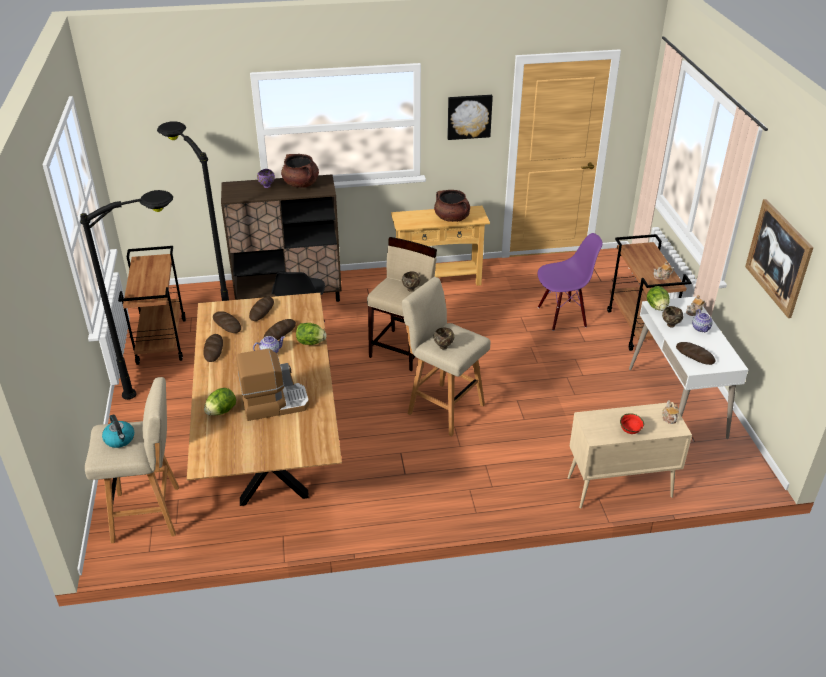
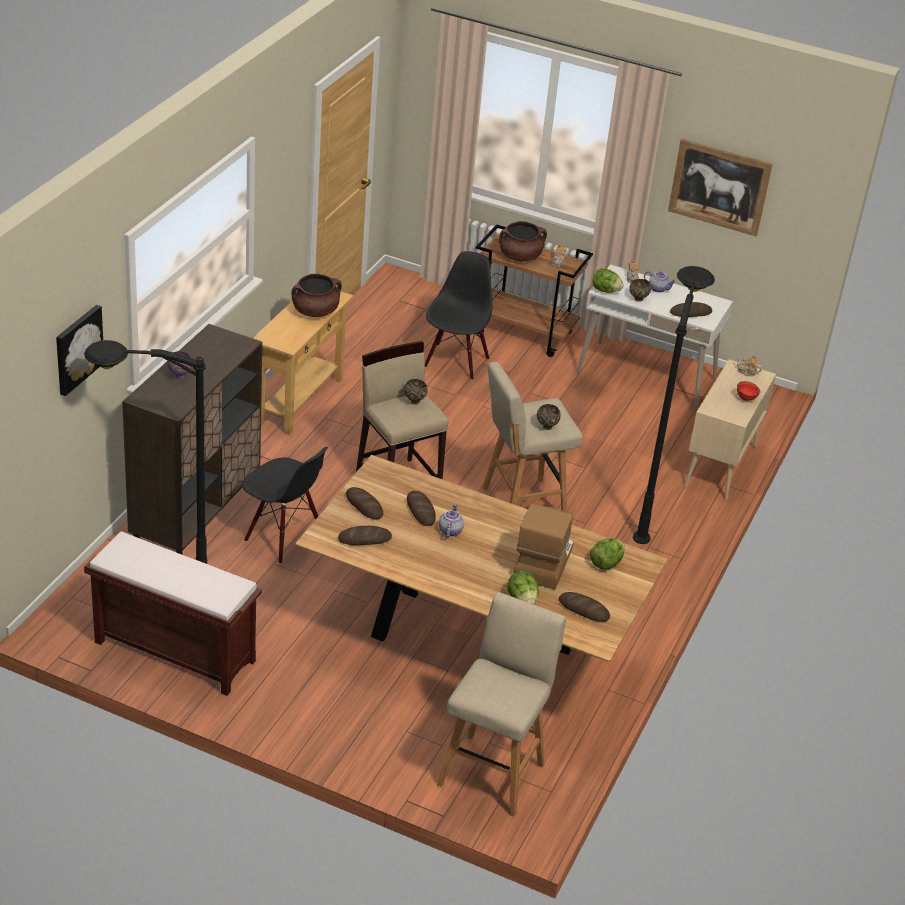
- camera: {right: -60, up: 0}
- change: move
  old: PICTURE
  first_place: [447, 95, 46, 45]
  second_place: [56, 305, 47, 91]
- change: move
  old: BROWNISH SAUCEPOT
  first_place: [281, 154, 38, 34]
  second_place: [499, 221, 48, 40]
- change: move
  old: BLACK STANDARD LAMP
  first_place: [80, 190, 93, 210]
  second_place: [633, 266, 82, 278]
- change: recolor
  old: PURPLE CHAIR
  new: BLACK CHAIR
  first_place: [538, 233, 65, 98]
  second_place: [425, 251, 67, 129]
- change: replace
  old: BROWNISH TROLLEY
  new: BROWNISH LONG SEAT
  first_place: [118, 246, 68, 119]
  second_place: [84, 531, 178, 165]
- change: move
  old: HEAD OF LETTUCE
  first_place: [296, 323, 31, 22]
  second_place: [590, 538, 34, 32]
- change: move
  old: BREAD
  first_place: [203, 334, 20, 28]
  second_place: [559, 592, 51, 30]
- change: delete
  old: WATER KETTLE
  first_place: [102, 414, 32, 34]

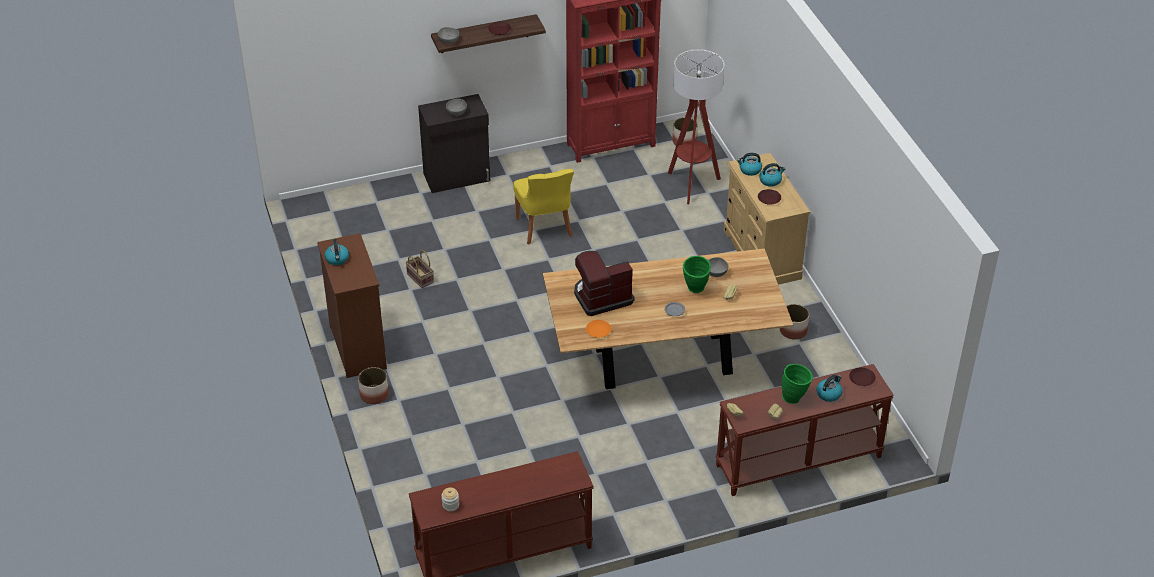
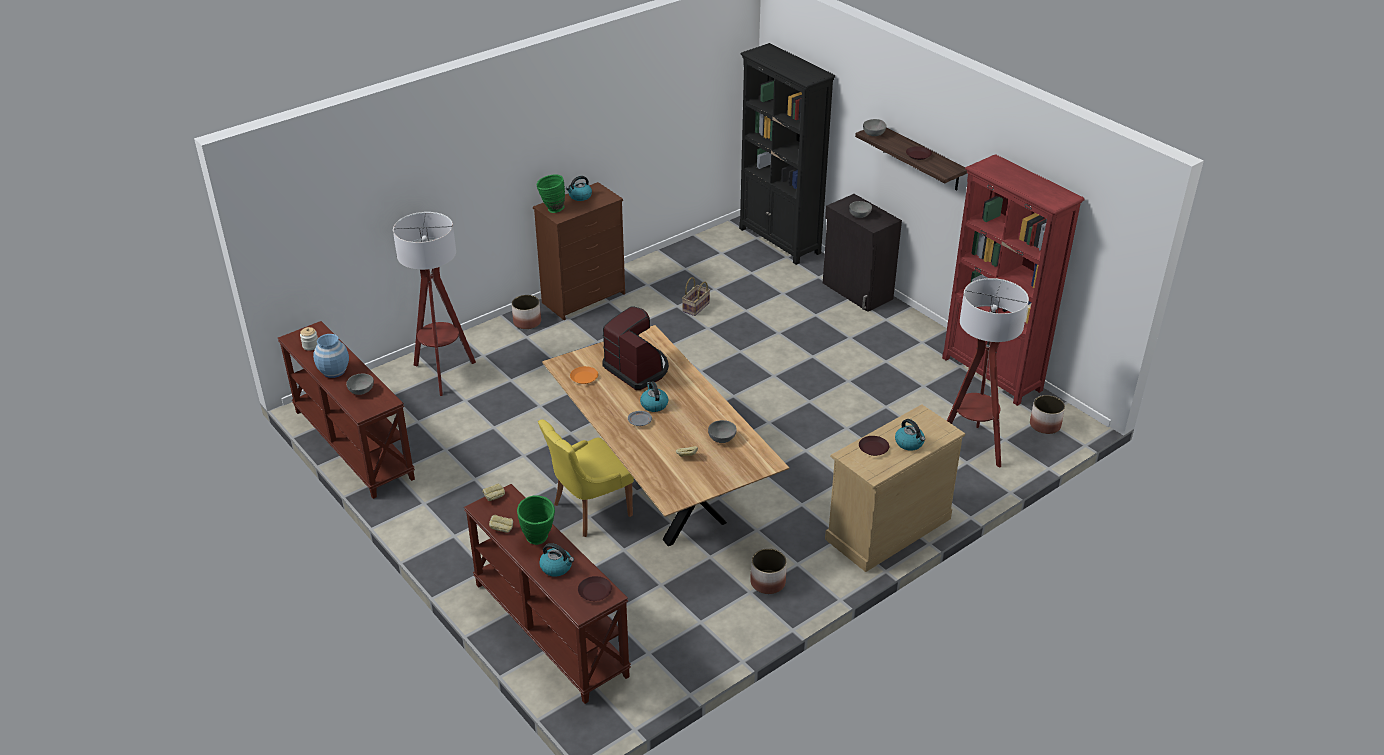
- camera: {right: 70, up: -5}
- change: move
  old: WATER KETTLE
  first_place: [737, 153, 25, 23]
  second_place: [640, 381, 28, 31]
- change: move
  old: YELLOW-COLOURED CHAIR
  first_place: [513, 169, 61, 76]
  second_place: [538, 419, 96, 118]
- change: move
  old: GREEN VASE
  first_place: [683, 256, 28, 37]
  second_place: [537, 174, 28, 39]
- change: insert
  new: BLACK BOOKCASE
  second_place: [739, 43, 96, 222]
- change: insert
  new: STANDARD LAMP
  second_place: [393, 212, 83, 184]
- change: insert
  new: BLUE VASE
  second_place: [313, 334, 36, 44]
- change: insert
  new: GREY DEEP DISH
  second_place: [346, 374, 28, 21]

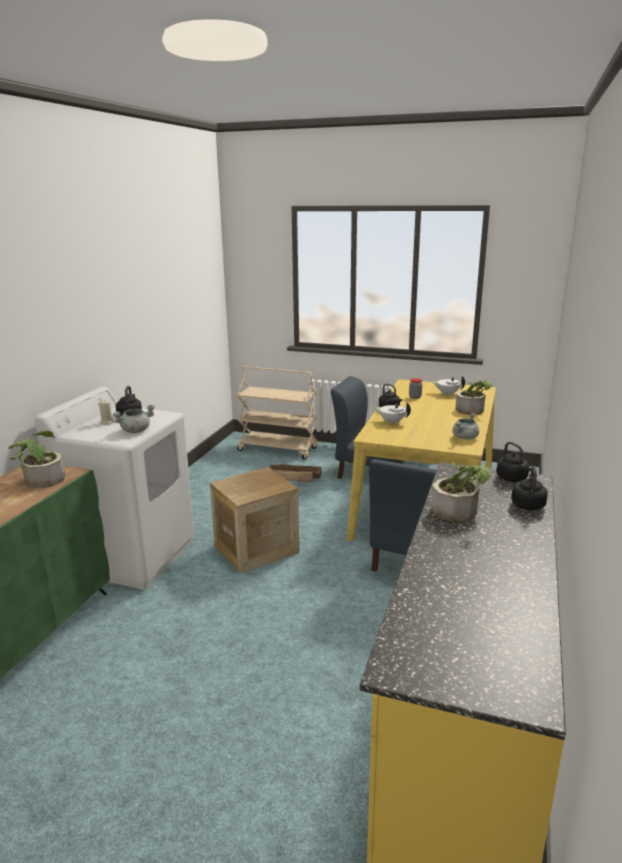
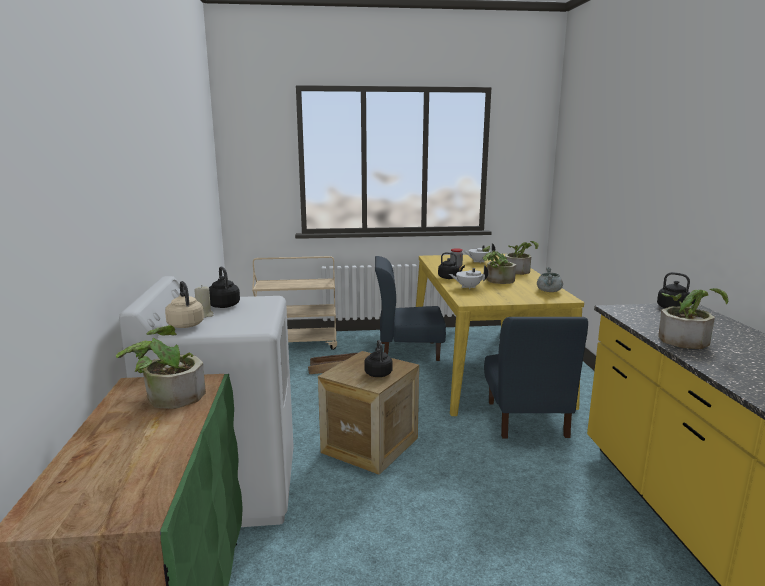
- camera: {right: -25, up: -5}
- change: delete
  old: GREY SAUCEPOT
  first_place: [113, 405, 42, 28]
- change: move
  old: BLACK WATER KETTLE
  first_place: [511, 466, 37, 44]
  second_place: [364, 340, 29, 37]
- change: insert
  new: PLANT IN A POT
  second_place: [482, 246, 34, 38]
- change: insert
  new: BEIGE-COLOURED WATER KETTLE
  second_place: [165, 281, 39, 47]

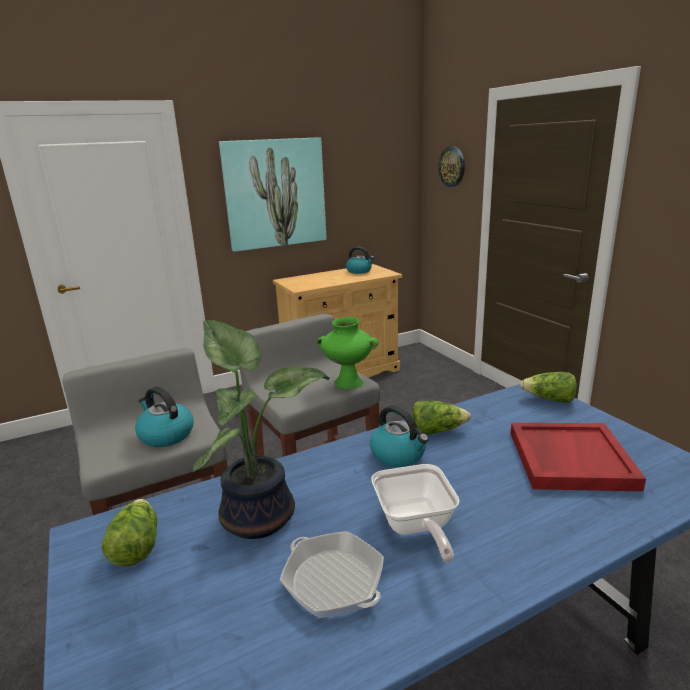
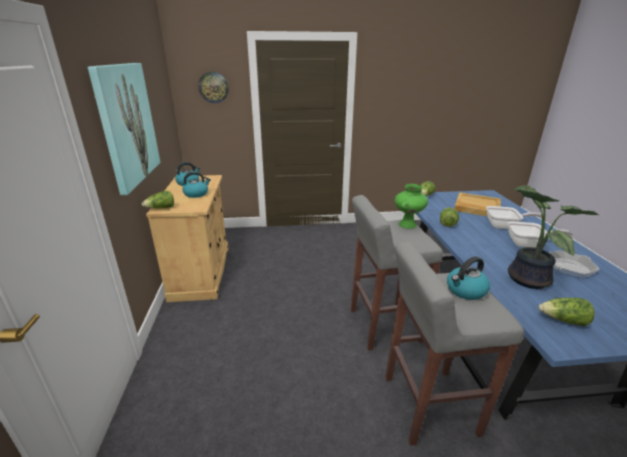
- camera: {right: -70, up: 5}
- change: move
  old: WATER KETTLE
  first_place: [370, 405, 59, 62]
  second_place: [182, 172, 29, 26]
- change: recolor
  old: RED SERVING TRAY
  new: BEIGE-COLOURED SERVING TRAY
  first_place: [510, 423, 136, 69]
  second_place: [454, 192, 47, 24]
- change: insert
  new: HEAD OF LETTUCE
  second_place: [142, 191, 32, 18]
- change: insert
  new: SKILLET
  second_place: [486, 206, 56, 23]

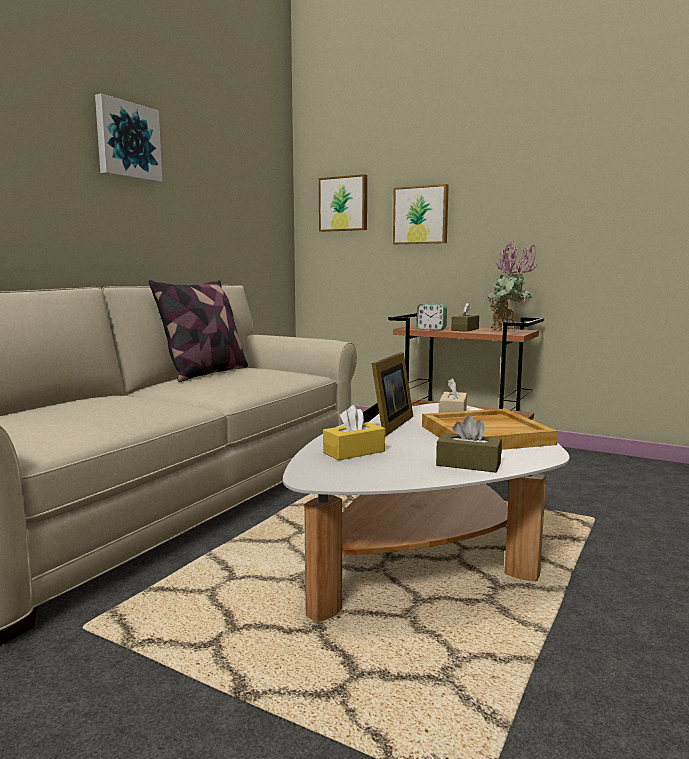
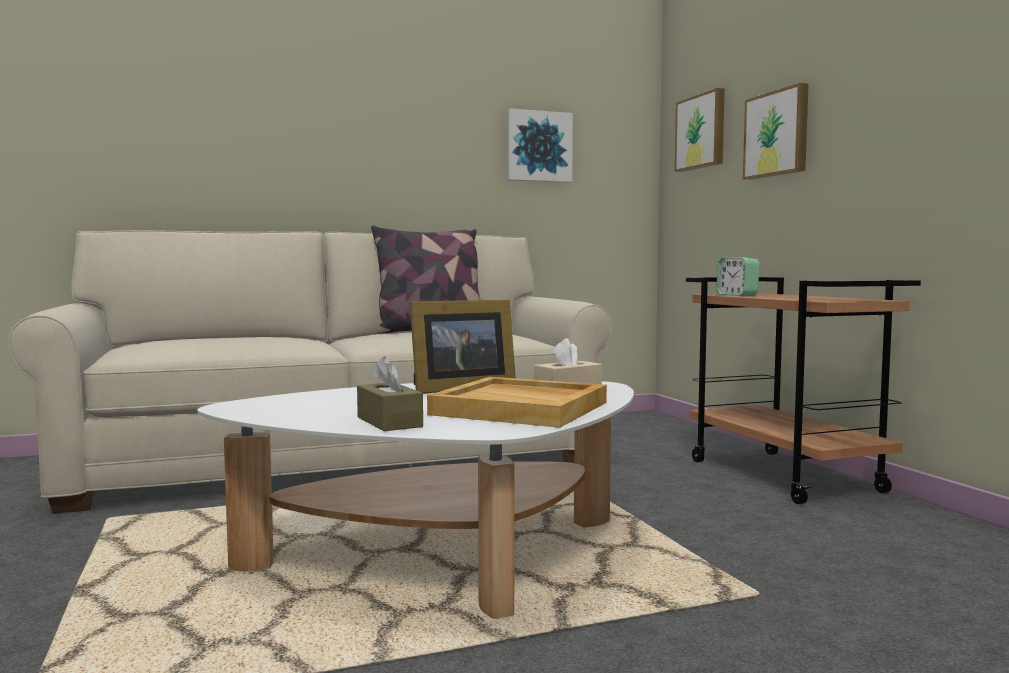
- camera: {right: 40, up: -5}
- change: move
  old: PICTURE
  first_place: [95, 93, 67, 89]
  second_place: [506, 108, 67, 75]
- change: delete
  old: PLANT IN A POT
  first_place: [486, 241, 51, 90]
- change: delete
  old: BROWNISH TISSUE BOX
  first_place: [451, 302, 28, 30]
- change: delete
  old: YELLOW-COLOURED TISSUE BOX
  first_place: [323, 405, 62, 55]

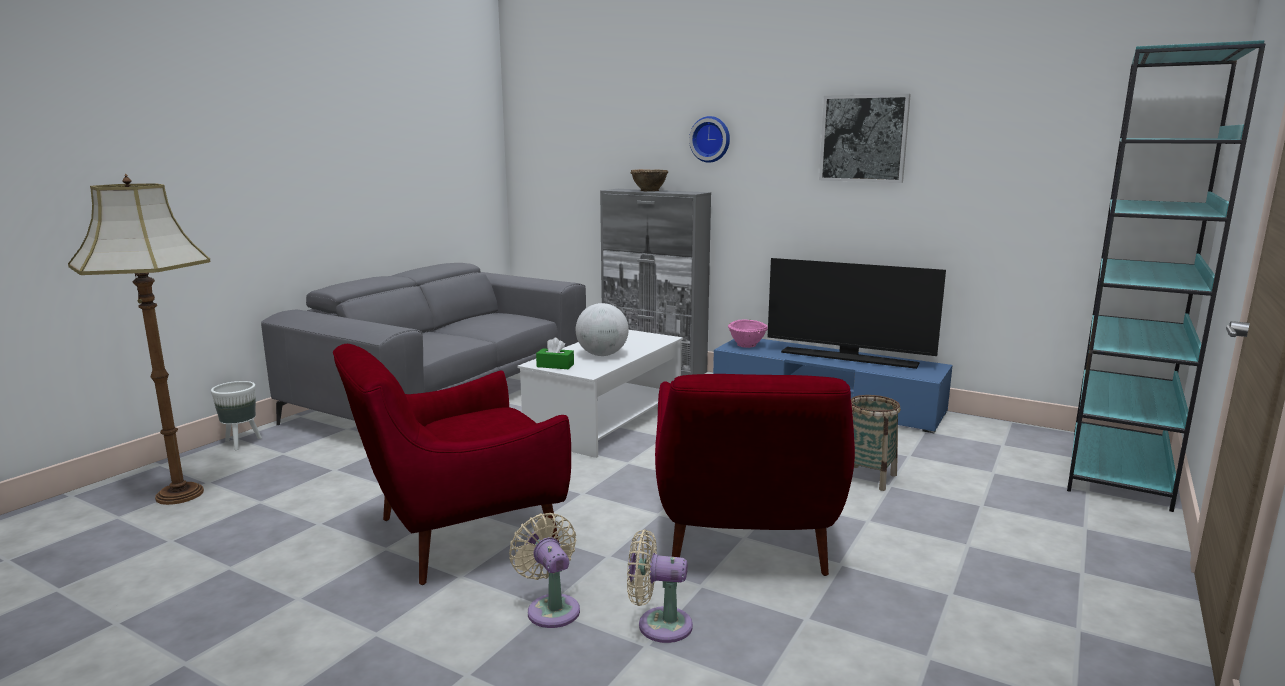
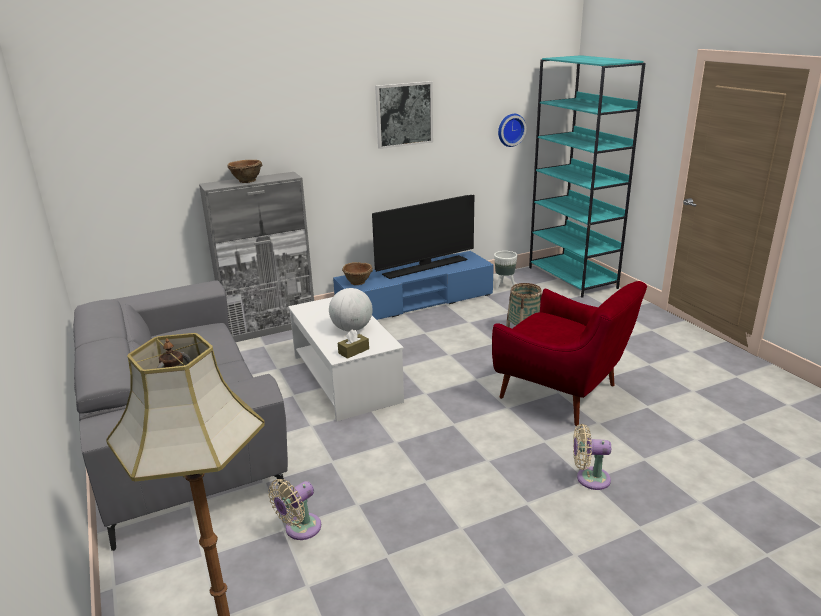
- camera: {right: -55, up: 10}
- change: move
  old: WALL CLOCK
  first_place: [689, 116, 41, 47]
  second_place: [498, 114, 28, 33]
- change: recolor
  old: PINK DEEP DISH
  new: BROWNISH DEEP DISH
  first_place: [728, 320, 40, 28]
  second_place: [342, 262, 31, 23]
- change: recolor
  old: GREEN TISSUE BOX
  new: BROWNISH TISSUE BOX
  first_place: [536, 338, 38, 31]
  second_place: [338, 329, 31, 30]
- change: delete
  old: RED LOUNGE CHAIR
  first_place: [333, 344, 238, 241]
- change: move
  old: WHITE PLANTER
  first_place: [211, 381, 51, 69]
  second_place: [494, 251, 23, 39]
- change: move
  old: BEIGE-COLOURED ELECTRIC FAN
  first_place: [627, 529, 66, 114]
  second_place: [268, 479, 53, 61]

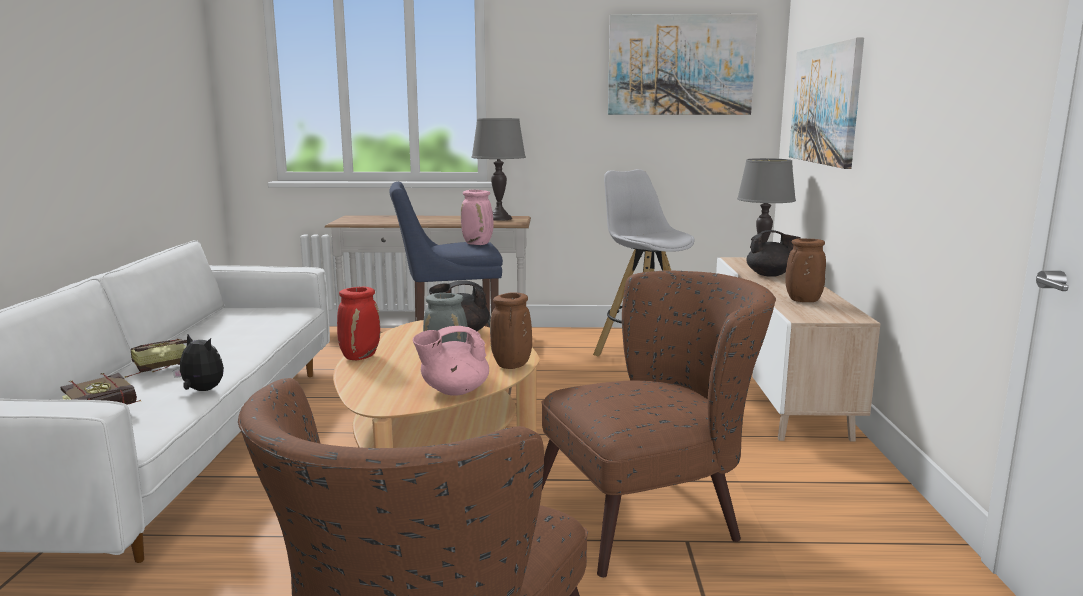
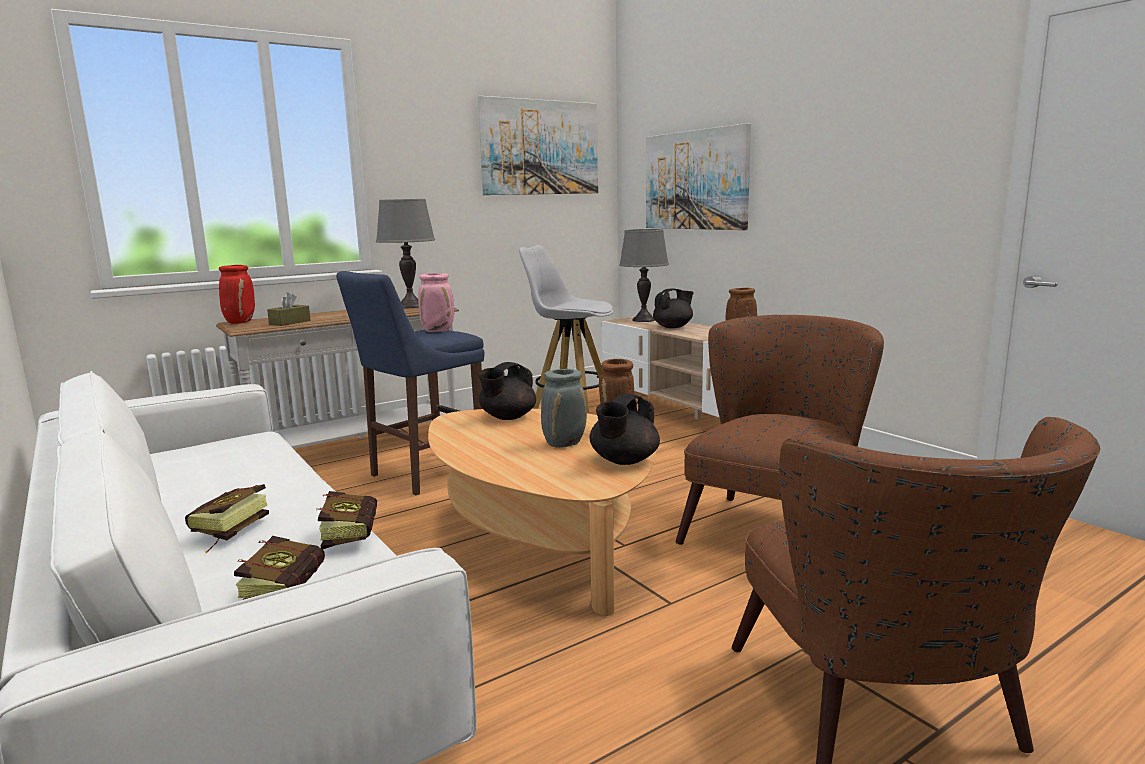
- camera: {right: -35, up: 0}
- change: move
  old: RED VASE
  first_place: [337, 287, 43, 73]
  second_place: [219, 265, 36, 59]
- change: recolor
  old: PINK TEA POT
  new: BLACK TEA POT
  first_place: [413, 326, 76, 70]
  second_place: [589, 394, 71, 71]
- change: replace
  old: SOFT TOY
  new: VOLUME
  first_place: [173, 335, 51, 56]
  second_place: [316, 491, 61, 58]
- change: insert
  new: BROWNISH TISSUE BOX
  second_place: [267, 292, 43, 34]

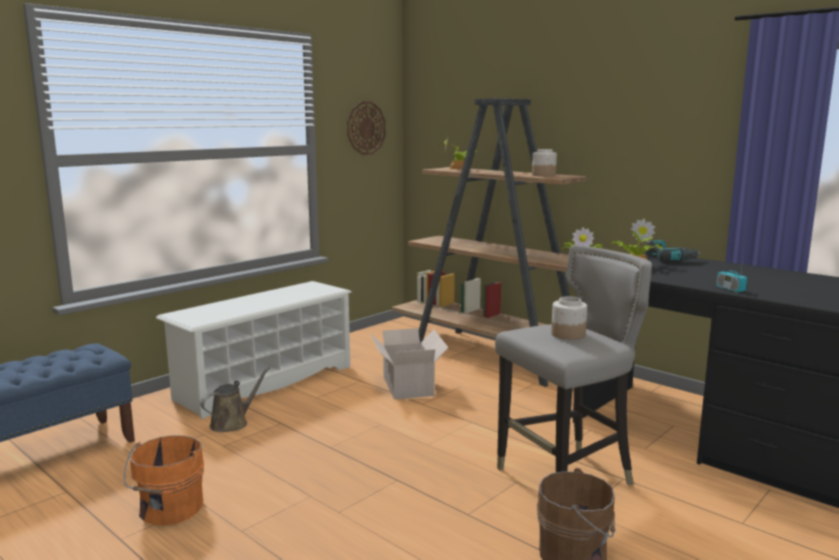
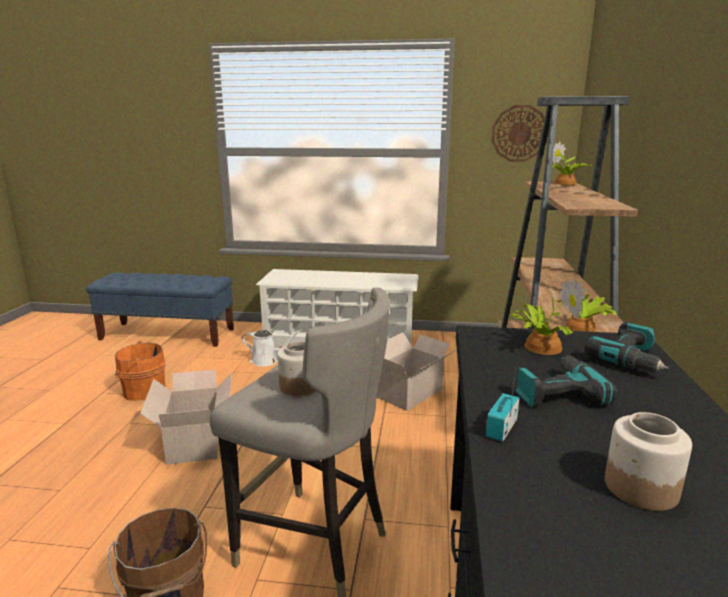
- camera: {right: 55, up: 5}
- change: move
  old: STORAGE JAR
  first_place: [532, 149, 25, 27]
  second_place: [605, 412, 87, 99]
- change: recolor
  old: BROWNISH WATERING POT
  new: WHITE WATERING POT
  first_place: [201, 367, 69, 65]
  second_place: [242, 329, 60, 37]
- change: insert
  new: DRILL
  second_place: [515, 355, 103, 52]
- change: insert
  new: CARDBOARD BOX
  second_place: [140, 370, 92, 95]

